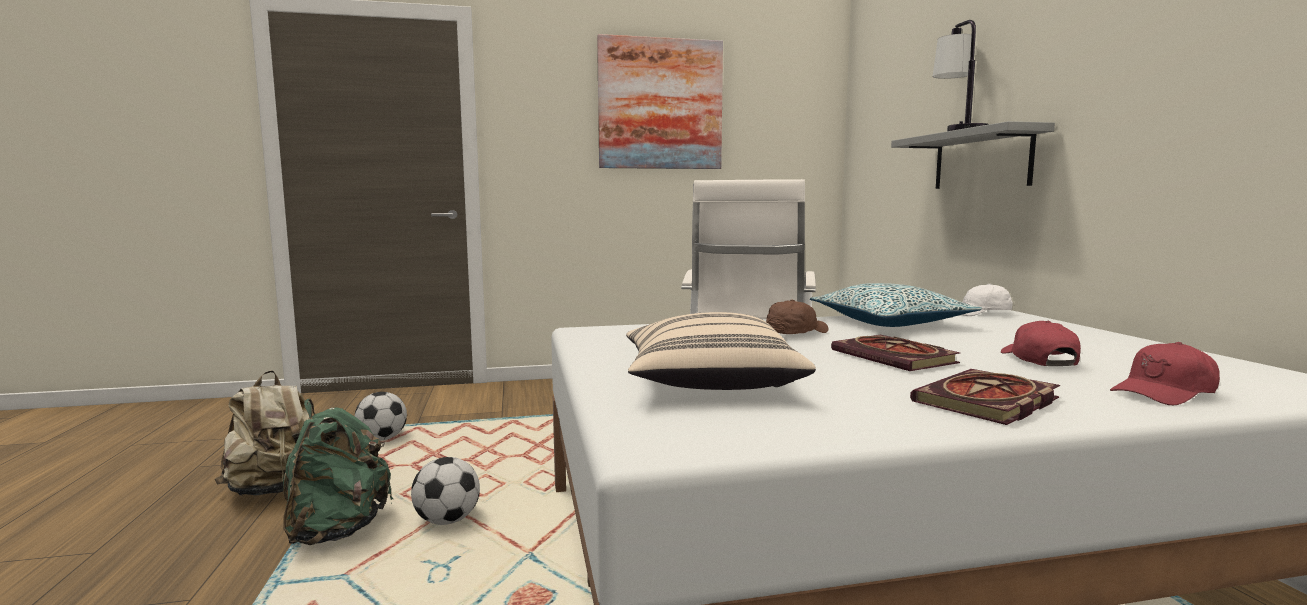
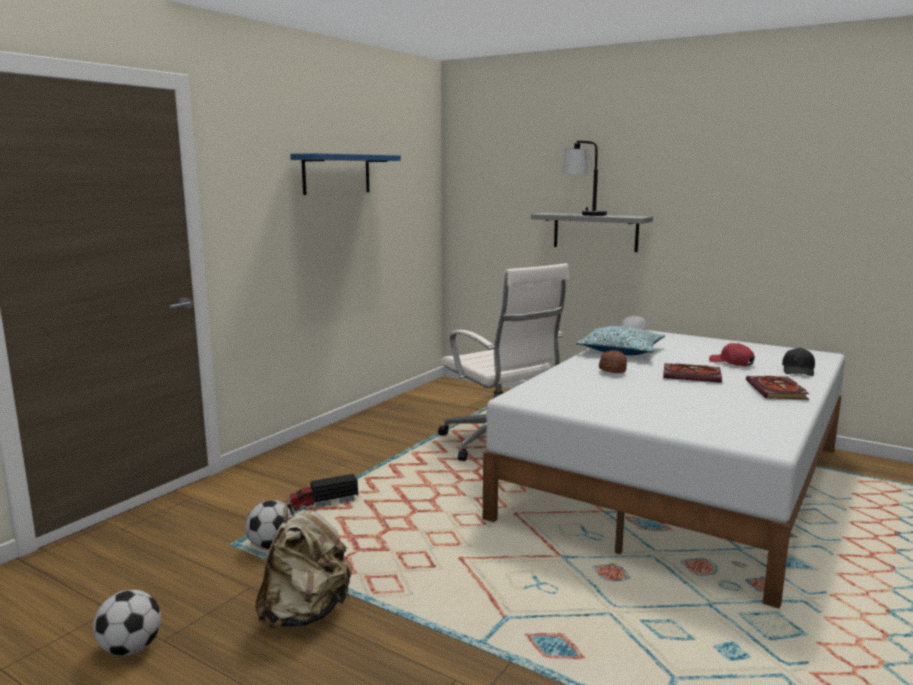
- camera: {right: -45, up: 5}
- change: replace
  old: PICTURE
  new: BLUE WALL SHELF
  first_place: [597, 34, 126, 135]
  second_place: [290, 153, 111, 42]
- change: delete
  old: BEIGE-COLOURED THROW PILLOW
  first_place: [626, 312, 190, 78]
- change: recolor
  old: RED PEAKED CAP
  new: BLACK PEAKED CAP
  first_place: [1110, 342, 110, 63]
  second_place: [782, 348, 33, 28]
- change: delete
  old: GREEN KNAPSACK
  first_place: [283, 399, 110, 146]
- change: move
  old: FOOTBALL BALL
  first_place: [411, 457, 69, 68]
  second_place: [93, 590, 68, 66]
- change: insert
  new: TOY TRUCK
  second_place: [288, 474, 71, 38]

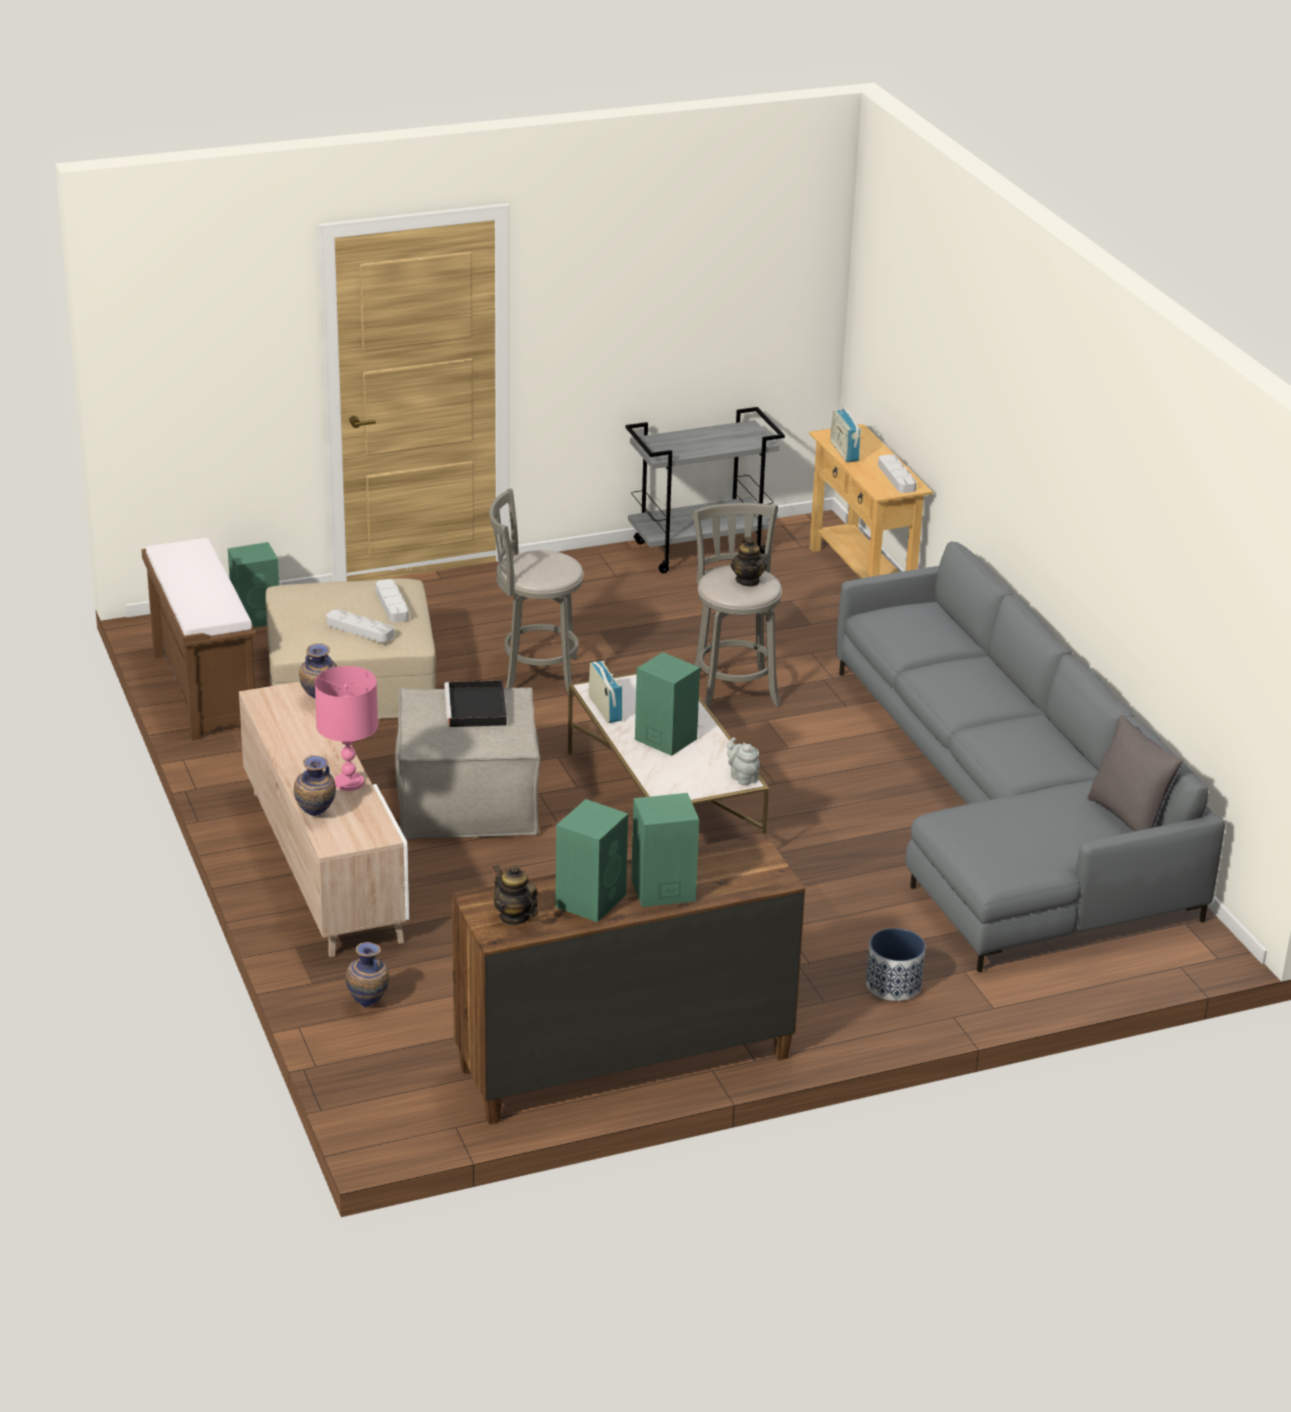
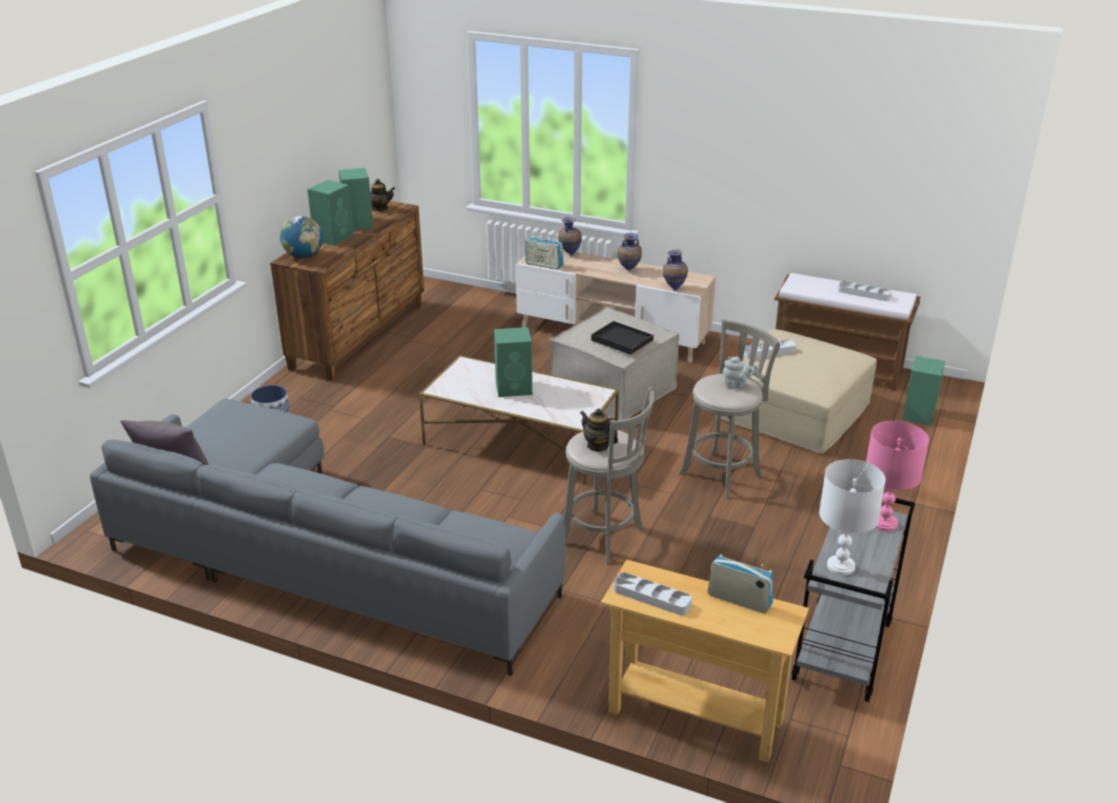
- camera: {right: 135, up: 0}
- change: move
  old: GREY SERVING TRAY
  first_place: [375, 579, 34, 43]
  second_place: [838, 281, 54, 20]
- change: move
  old: RADIO RECEIVER
  first_place: [589, 660, 33, 63]
  second_place: [525, 233, 39, 36]
- change: move
  old: PINK TABLE LAMP
  first_place: [315, 666, 63, 125]
  second_place: [866, 421, 63, 110]
- change: move
  old: GREY TEA POT
  first_place: [727, 737, 33, 48]
  second_place: [723, 357, 35, 32]
- change: move
  old: VASE
  first_place: [346, 942, 43, 66]
  second_place: [618, 233, 24, 37]
- change: insert
  new: GLOBE
  second_place: [280, 216, 43, 42]
- change: insert
  new: WHITE TABLE LAMP
  second_place: [819, 459, 67, 116]

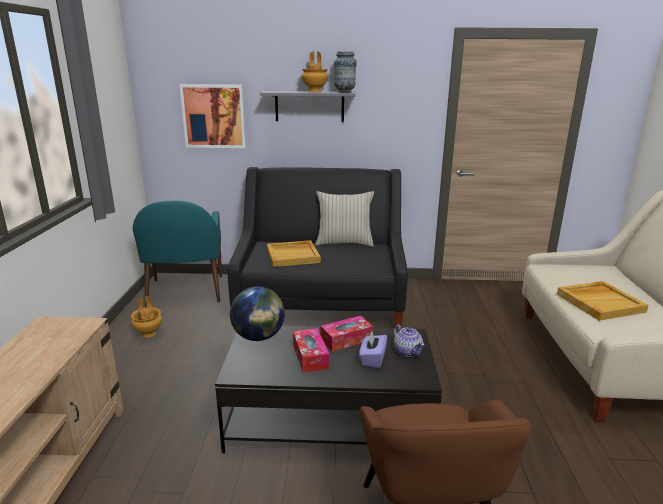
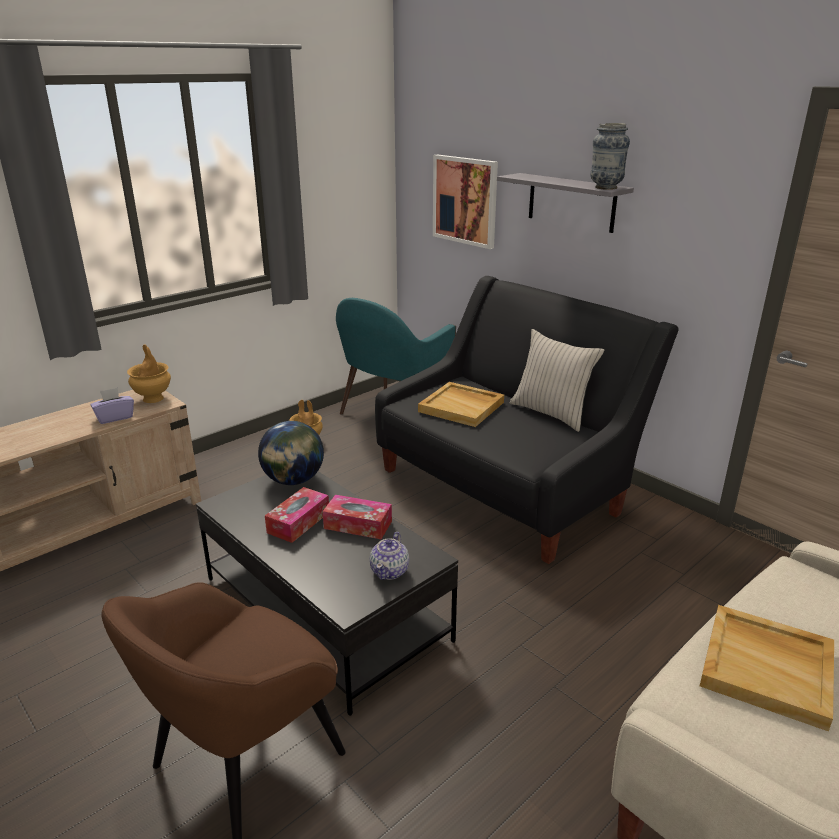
- camera: {right: 45, up: 5}
- change: move
  old: BROWNISH VASE
  first_place: [301, 51, 27, 41]
  second_place: [127, 345, 44, 58]
- change: move
  old: PURPLE TISSUE BOX
  first_place: [359, 332, 28, 36]
  second_place: [91, 388, 43, 36]

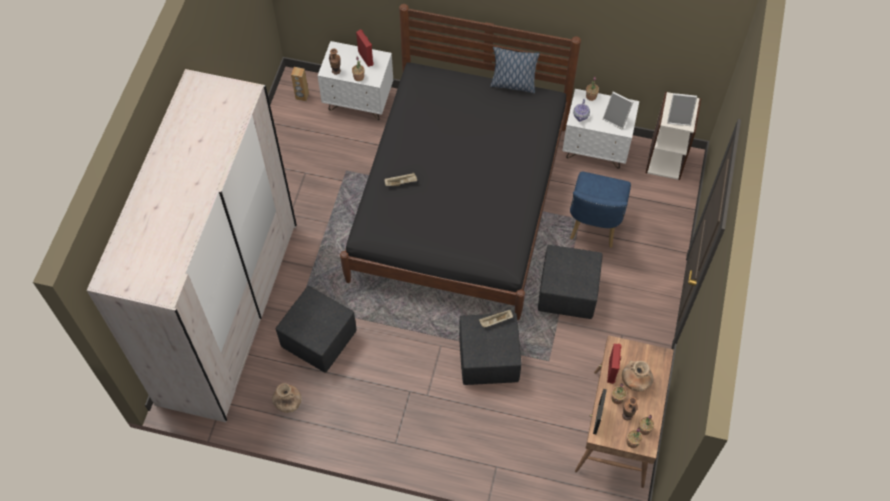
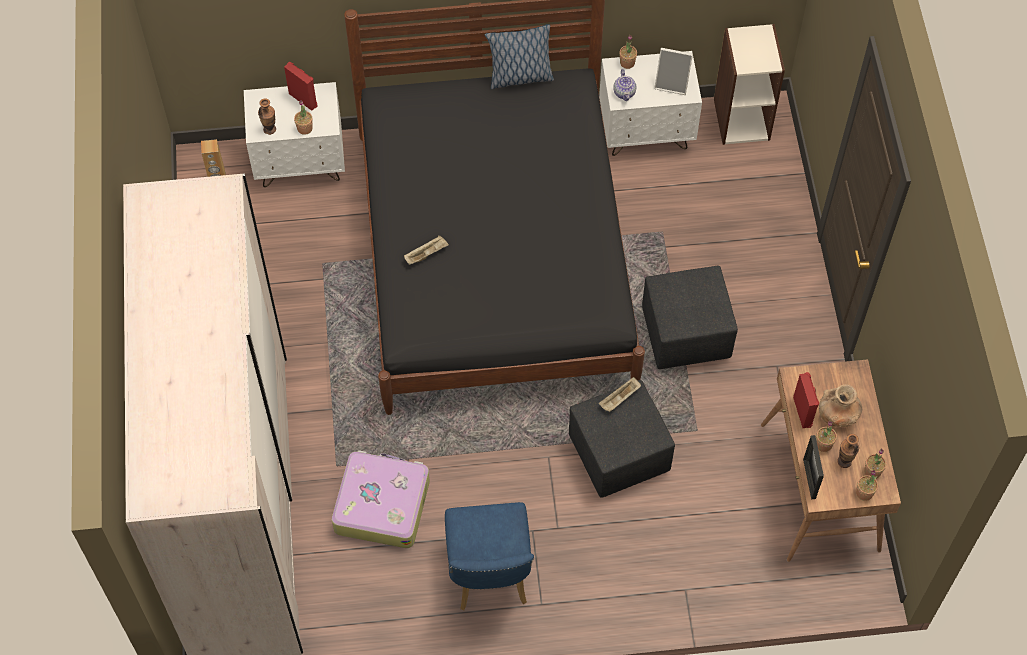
- camera: {right: -20, up: 0}
- change: delete
  old: PHOTO FRAME
  first_place: [667, 93, 30, 33]
- change: move
  old: BLUE CHAIR
  first_place: [570, 172, 61, 76]
  second_place: [445, 502, 89, 108]
- change: replace
  old: BLACK POUFFE
  new: PIECE OF LUGGAGE
  first_place: [276, 286, 81, 87]
  second_place: [332, 450, 98, 98]
- change: delete
  old: BROWNISH VASE
  first_place: [272, 383, 30, 30]

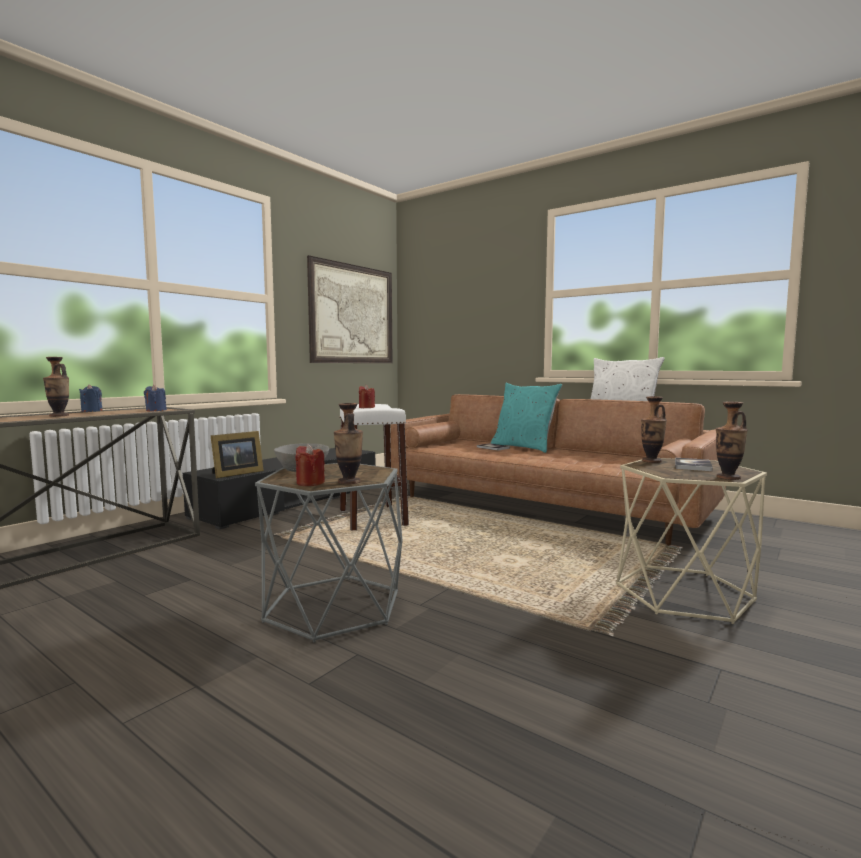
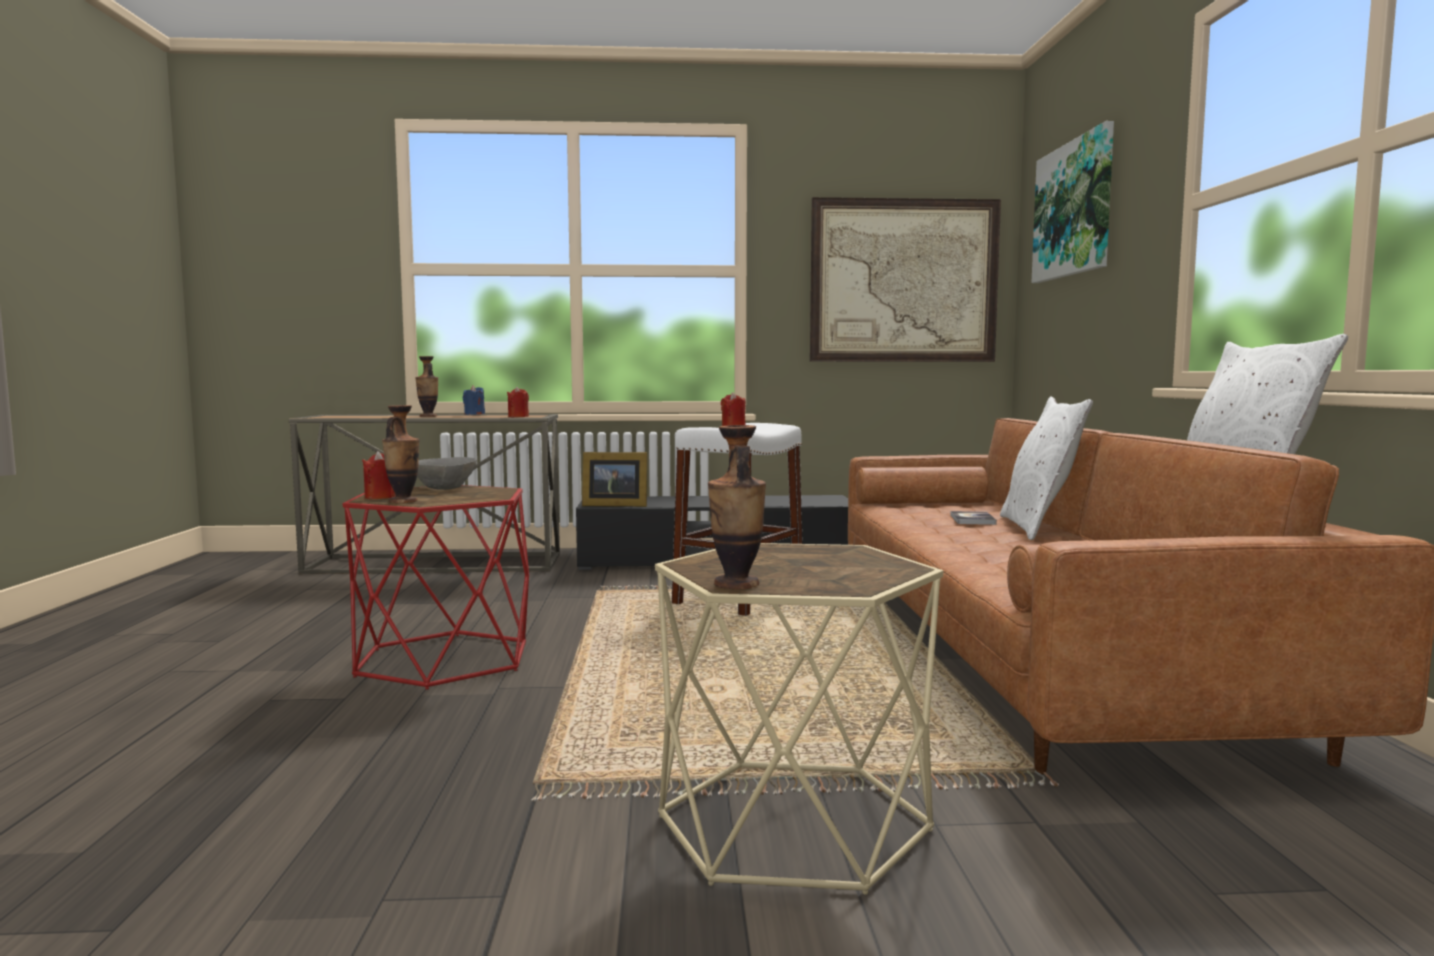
- camera: {right: 50, up: 0}
- change: recolor
  old: TURQUOISE THROW PILLOW
  new: WHITE THROW PILLOW
  first_place: [491, 383, 71, 70]
  second_place: [1000, 396, 93, 144]
- change: recolor
  old: BLUE WAX CANDLE
  new: RED WAX CANDLE
  first_place: [144, 385, 23, 26]
  second_place: [507, 387, 22, 30]
- change: delete
  old: VASE
  first_place: [641, 396, 26, 67]
- change: delete
  old: VOLUME
  first_place: [675, 458, 38, 13]
- change: recolor
  old: GREY SIDE TABLE
  new: RED SIDE TABLE
  first_place: [255, 463, 147, 180]
  second_place: [343, 485, 186, 205]
- change: insert
  new: PICTURE
  second_place: [1031, 121, 83, 162]

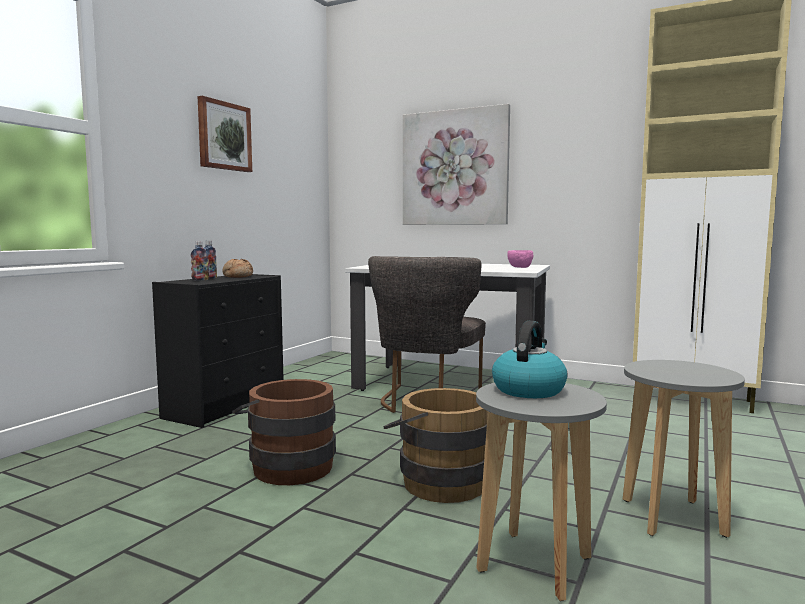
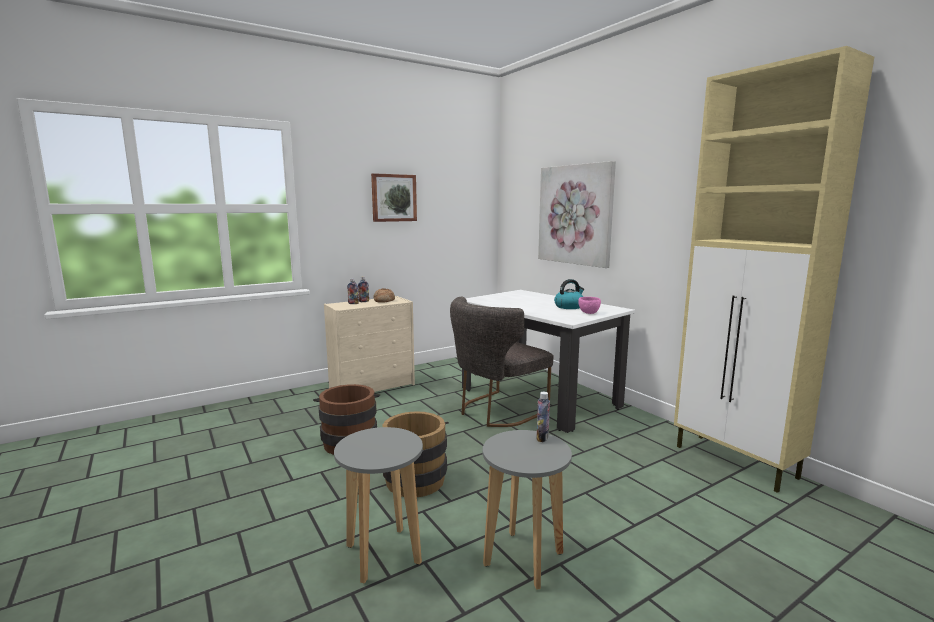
- camera: {right: 30, up: 5}
- change: recolor
  old: BLACK DRESSER
  new: BEIGE-COLOURED DRESSER
  first_place: [152, 274, 132, 154]
  second_place: [324, 296, 91, 96]
- change: move
  old: WATER KETTLE
  first_place: [492, 321, 75, 77]
  second_place: [554, 279, 30, 30]
- change: insert
  new: BOTTLE
  second_place: [536, 392, 14, 50]

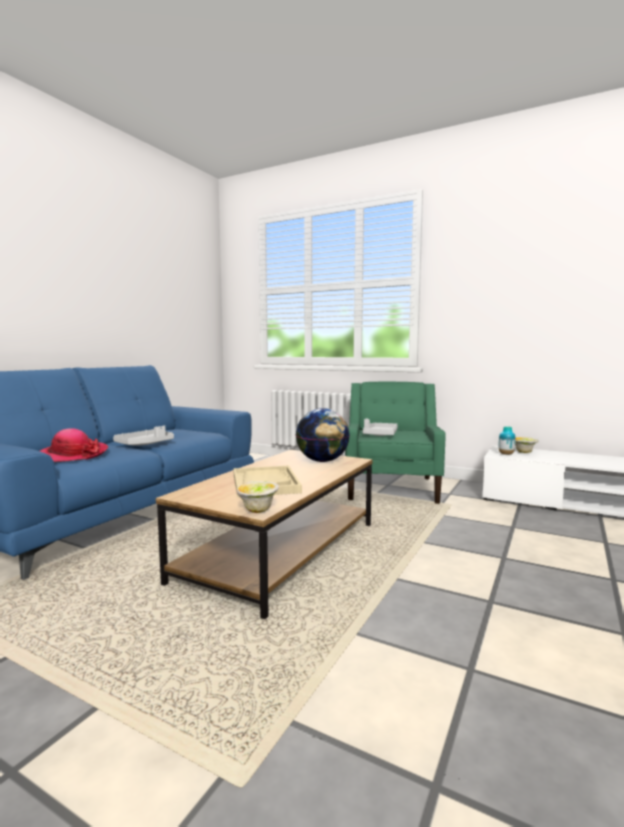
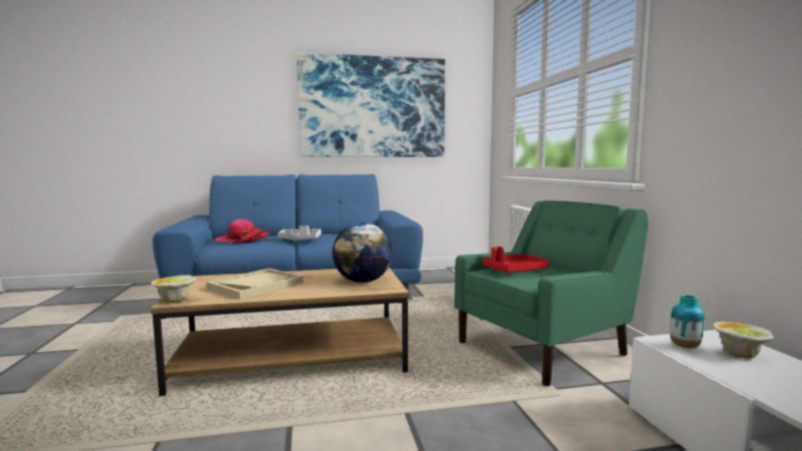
- camera: {right: 50, up: 0}
- change: recolor
  old: GREY SERVING TRAY
  new: RED SERVING TRAY
  first_place: [363, 419, 35, 17]
  second_place: [482, 247, 68, 26]
- change: insert
  new: PICTURE
  second_place: [297, 53, 148, 104]

